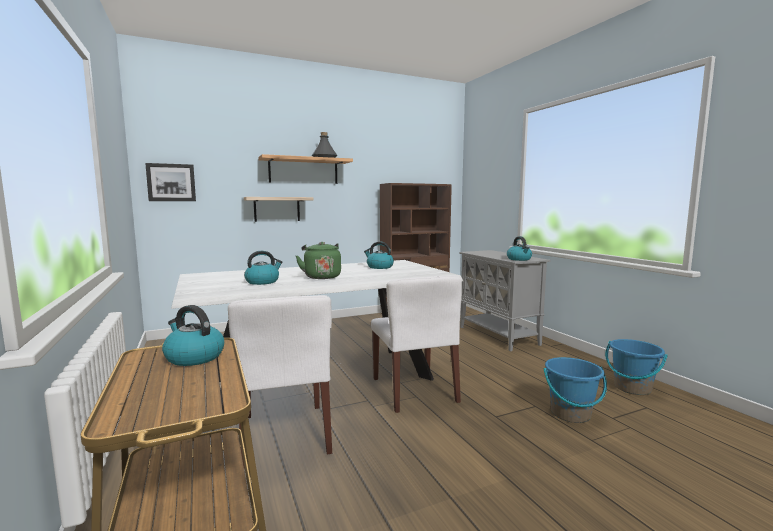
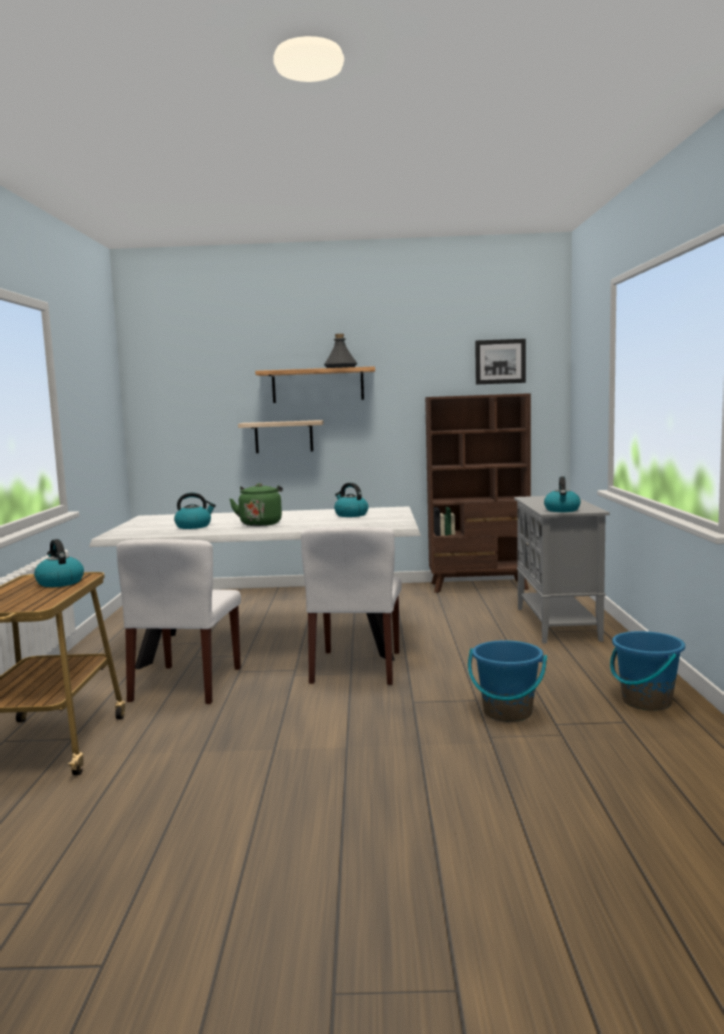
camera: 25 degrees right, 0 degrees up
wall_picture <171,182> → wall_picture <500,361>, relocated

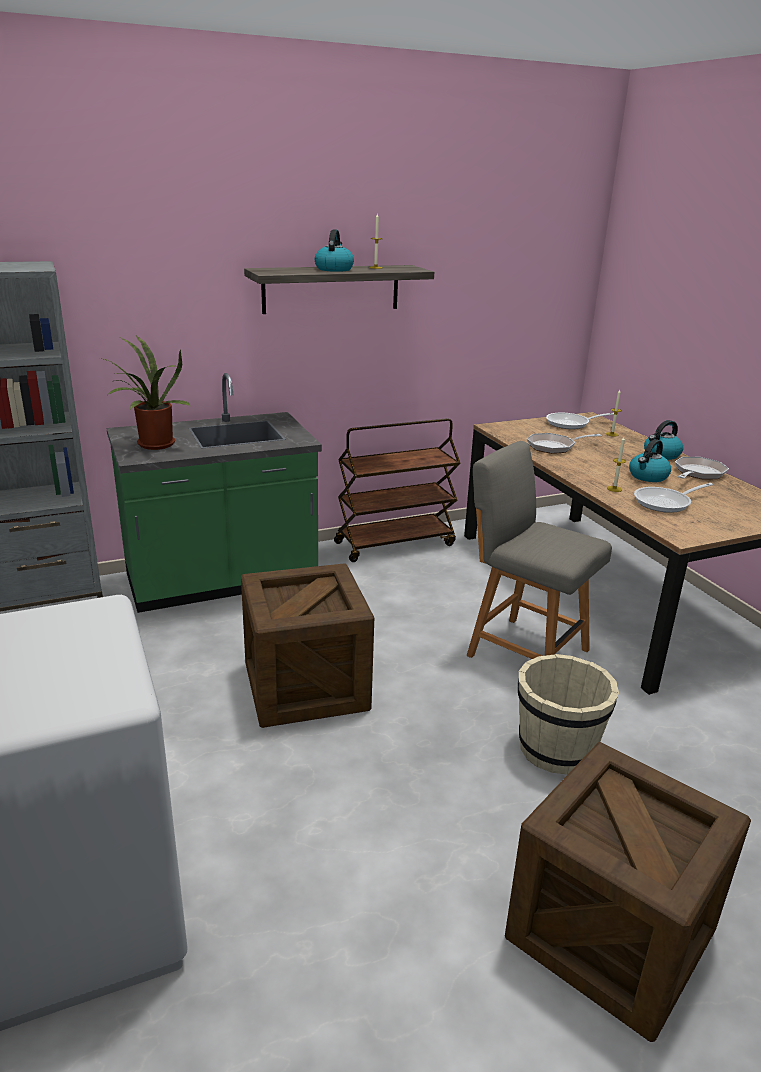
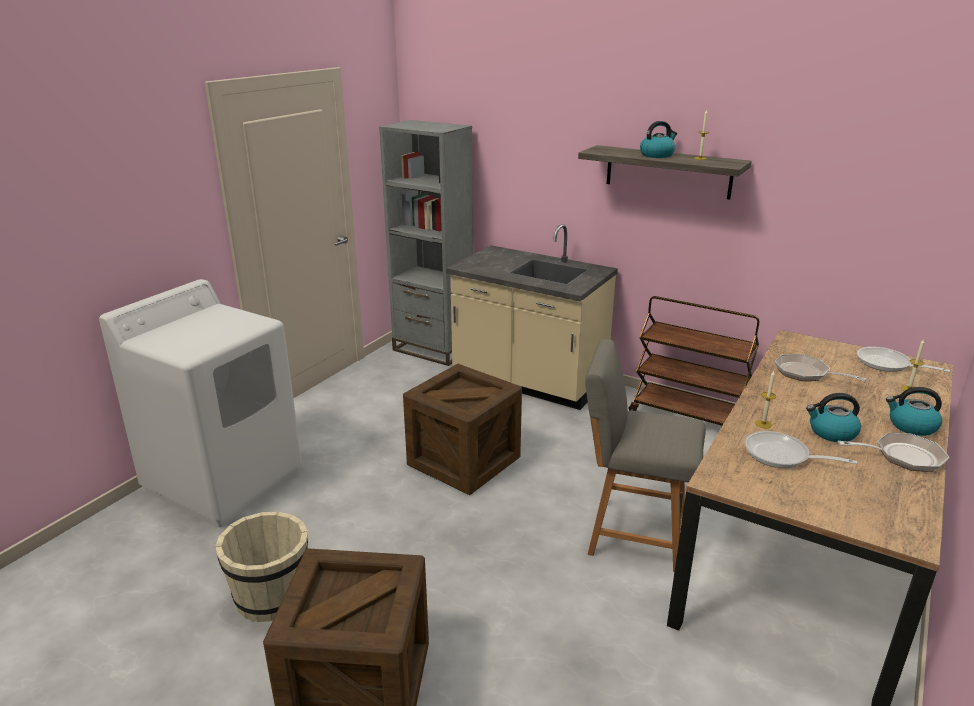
camera: 55 degrees right, 0 degrees up
plant_in_a_pot <152,445> → -
beige-coloured_bucket <556,749> → beige-coloured_bucket <272,597>, relocated
green-coloured_kitchen_counter <221,582> → beige-coloured_kitchen_counter <528,382>
gray_upright_chair <524,651> → gray_upright_chair <633,534>, 75 degrees counterclockwise

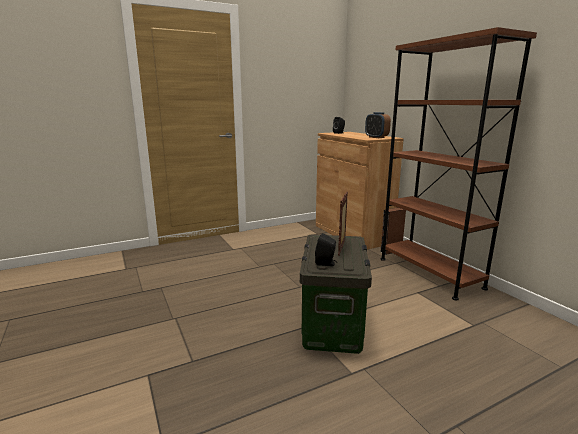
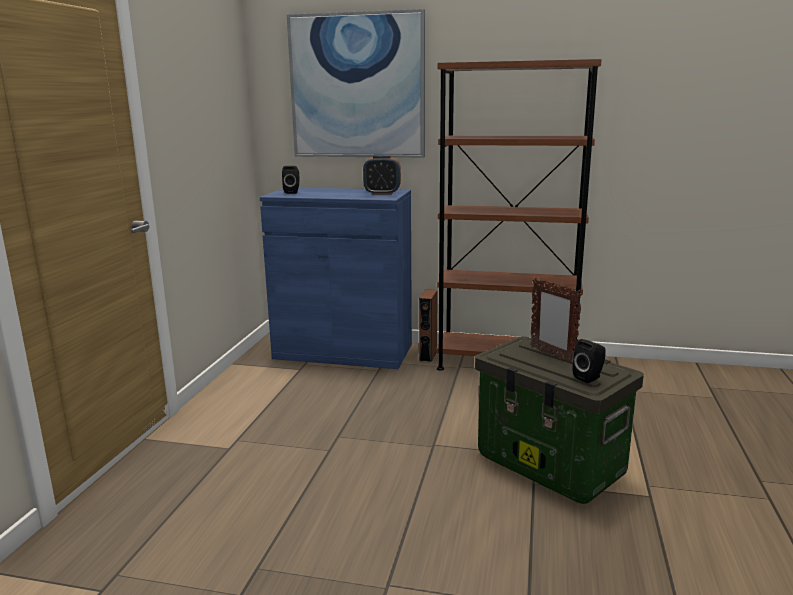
camera: 50 degrees left, 0 degrees up
- → wall_picture <357,86>
brownish_storage_cabinet <352,234> → blue_storage_cabinet <343,351>

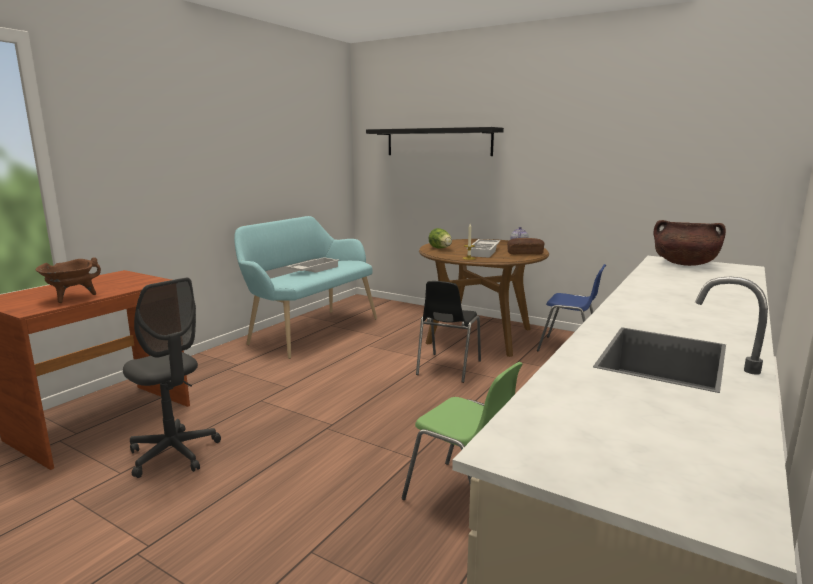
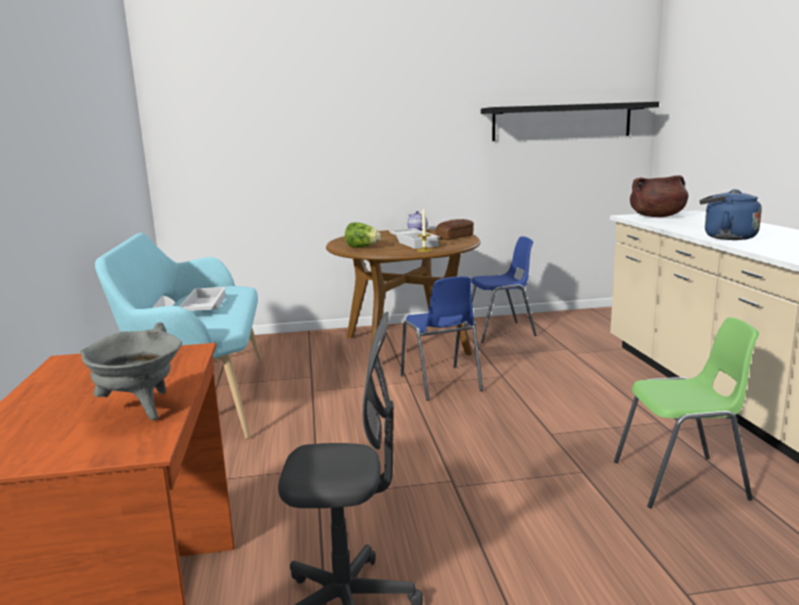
camera: 40 degrees left, 0 degrees up
- → blue_water_kettle <726,237>
black-coloured_shelf <438,142> → black-coloured_shelf <561,122>, relocated
brownish_cooking_pot <71,298> → gray_cooking_pot <140,409>
black-coloured_upright_chair <447,368> → blue_upright_chair <441,383>

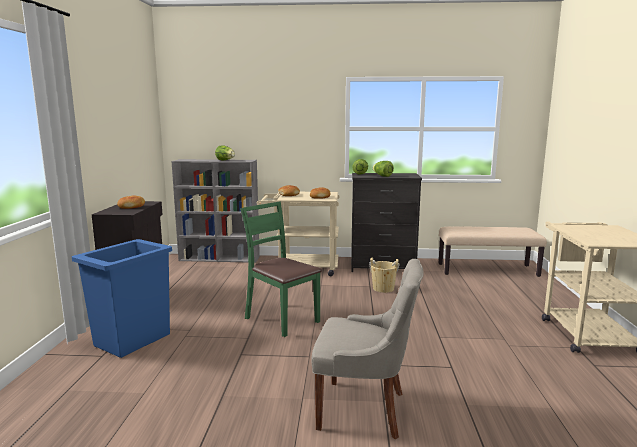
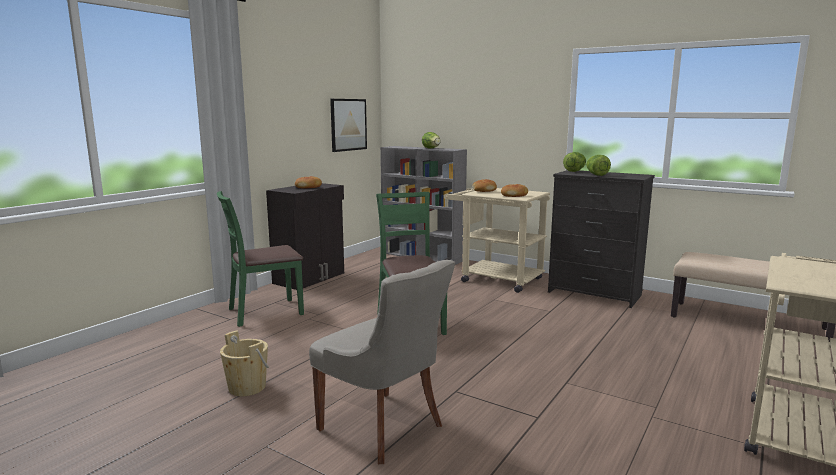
camera: 30 degrees right, 0 degrees up
- → wall_picture <348,124>
beige-coloured_bucket <383,288> → beige-coloured_bucket <247,387>, relocated
blue_waste_bin <131,340> → green-coloured_upright_chair <264,312>

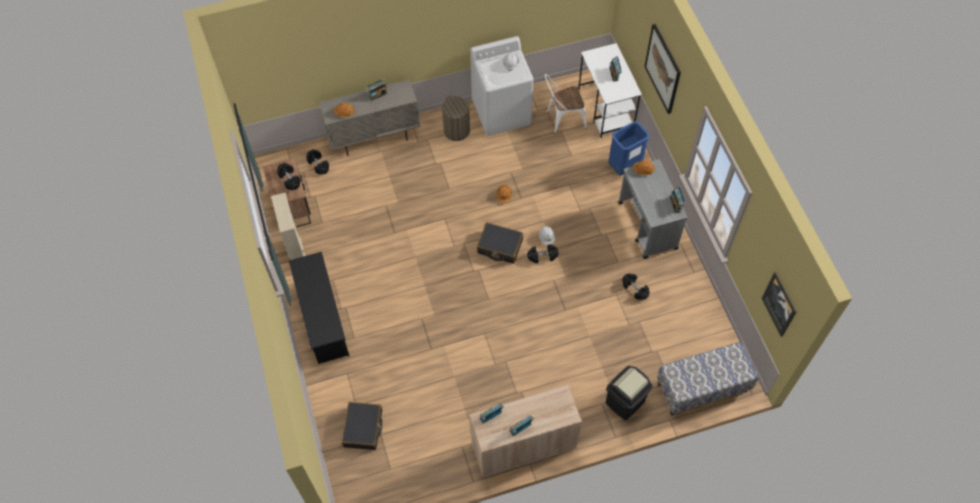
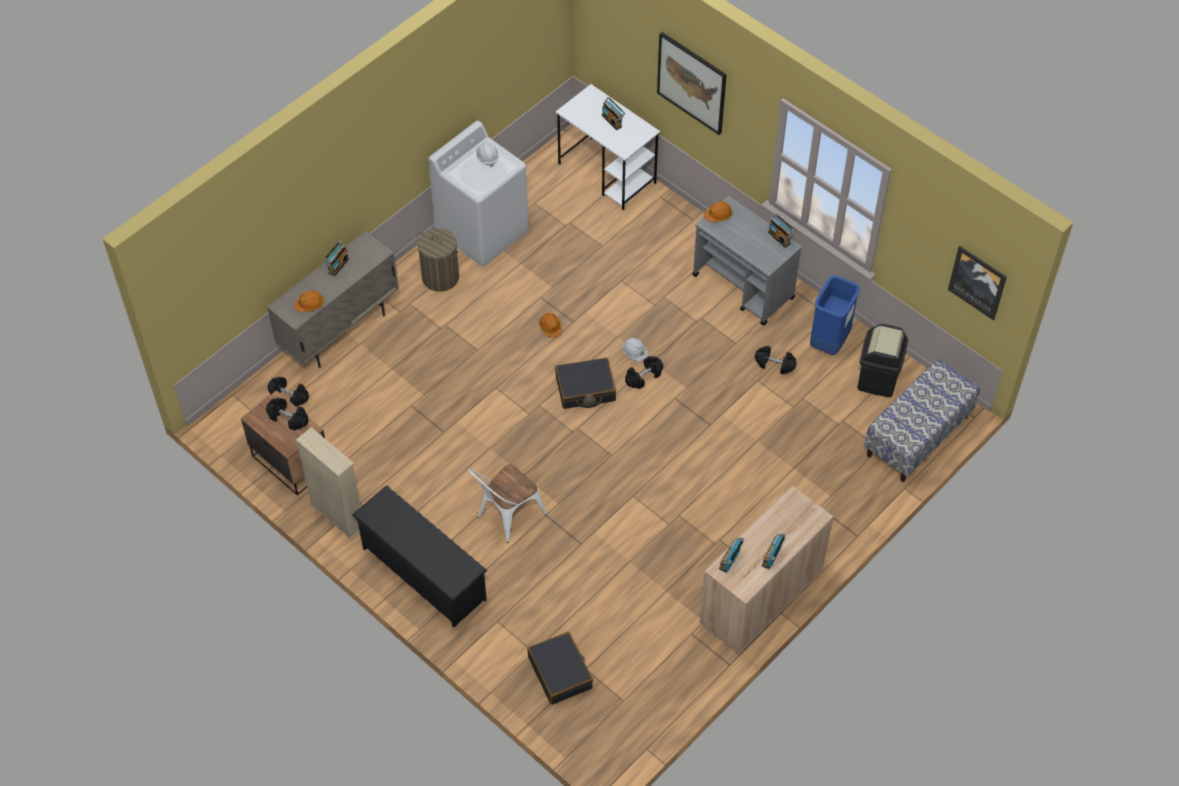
camera: 30 degrees left, 5 degrees down
white-coloured_upright_chair <562,119> → white-coloured_upright_chair <506,517>, relocated
black-coloured_waste_bin <625,402> → black-coloured_waste_bin <878,379>, relocated
blue_waste_bin <624,167> → blue_waste_bin <829,342>, relocated

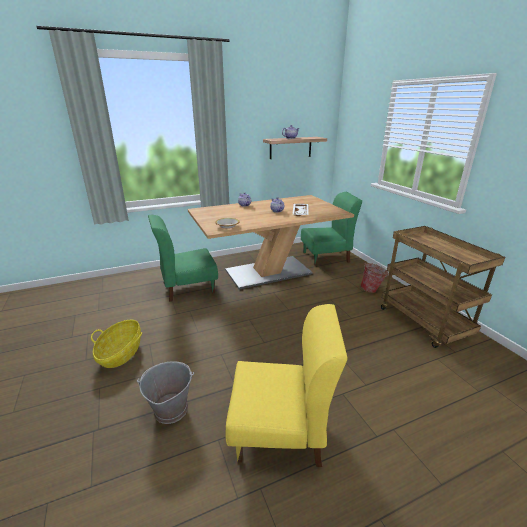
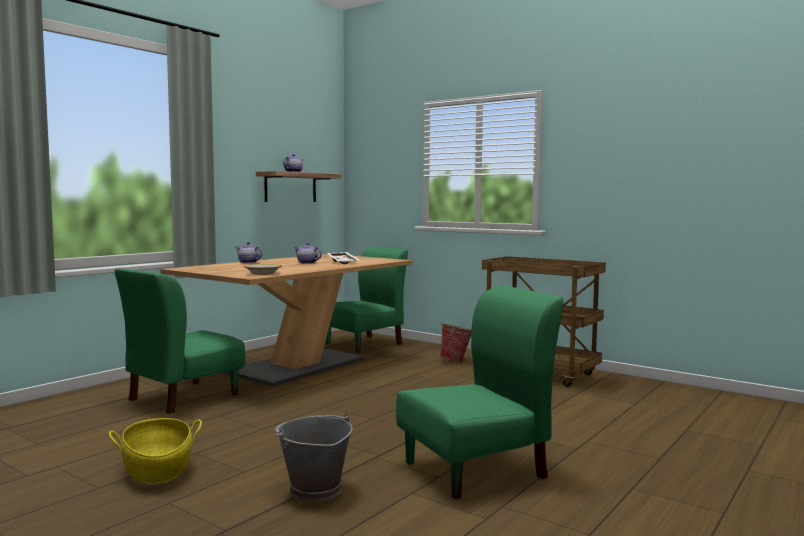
camera: 30 degrees left, 20 degrees down
yellowish_upright_chair <280,431> → green-coloured_upright_chair <476,470>

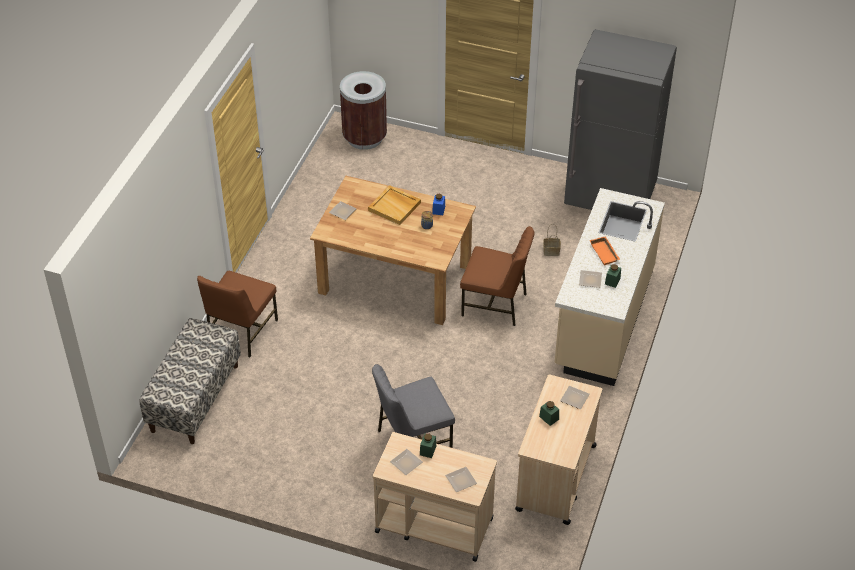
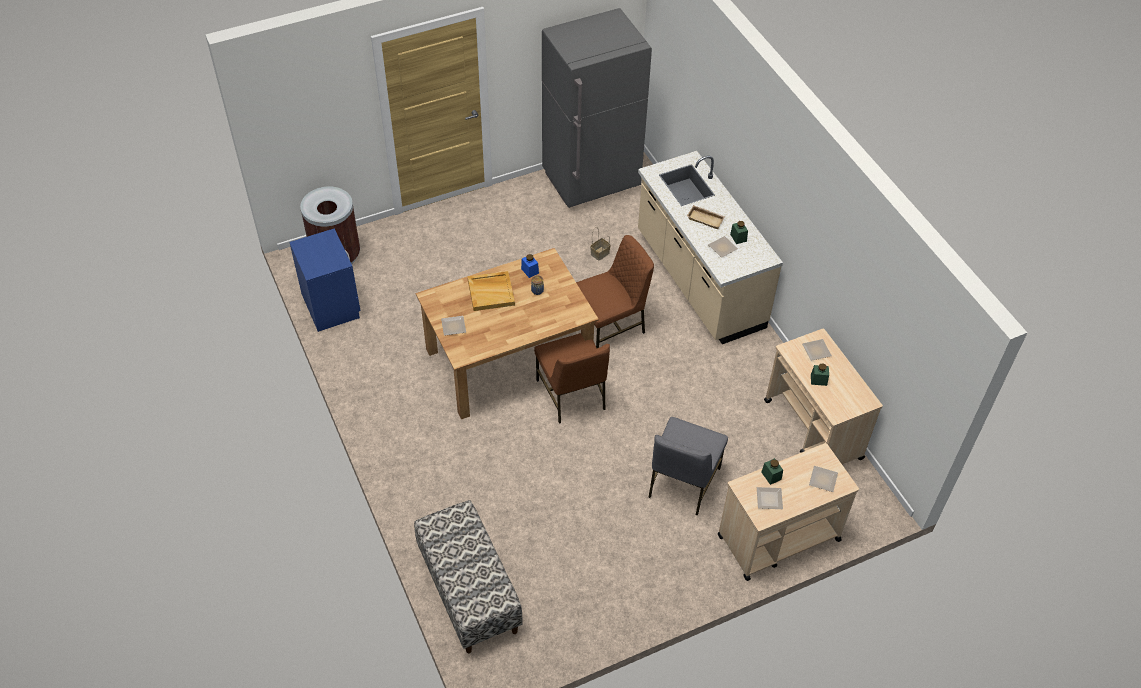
camera: 45 degrees left, 5 degrees up
- → blue_nightstand <332,305>
brownish_upright_chair <241,332> → brownish_upright_chair <572,395>, relocated
orange_tray <605,253> → beige-coloured_tray <706,219>

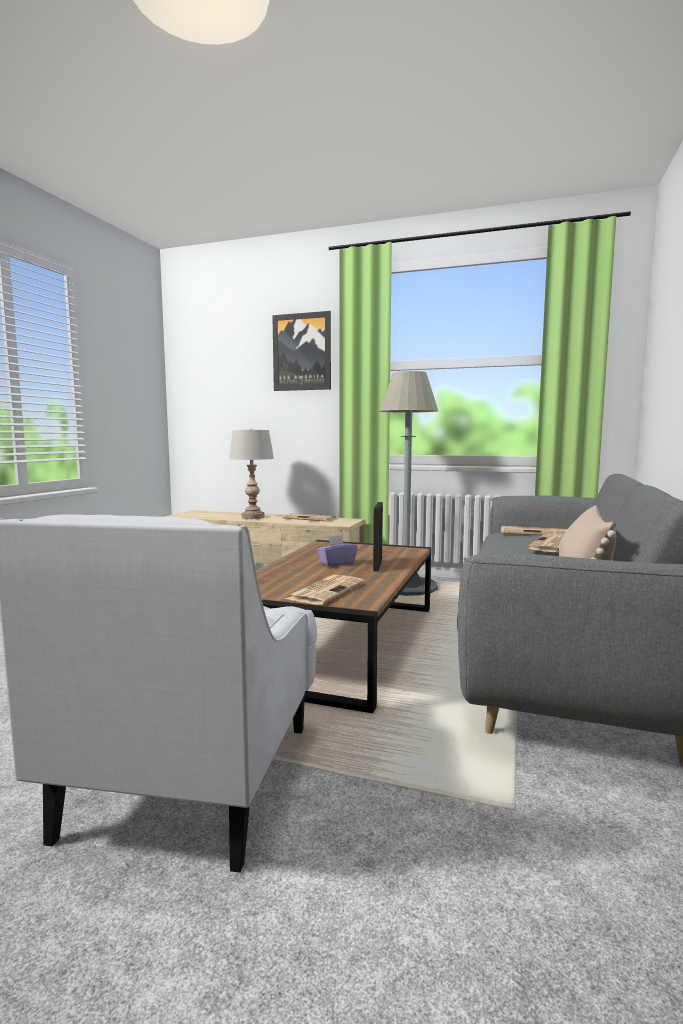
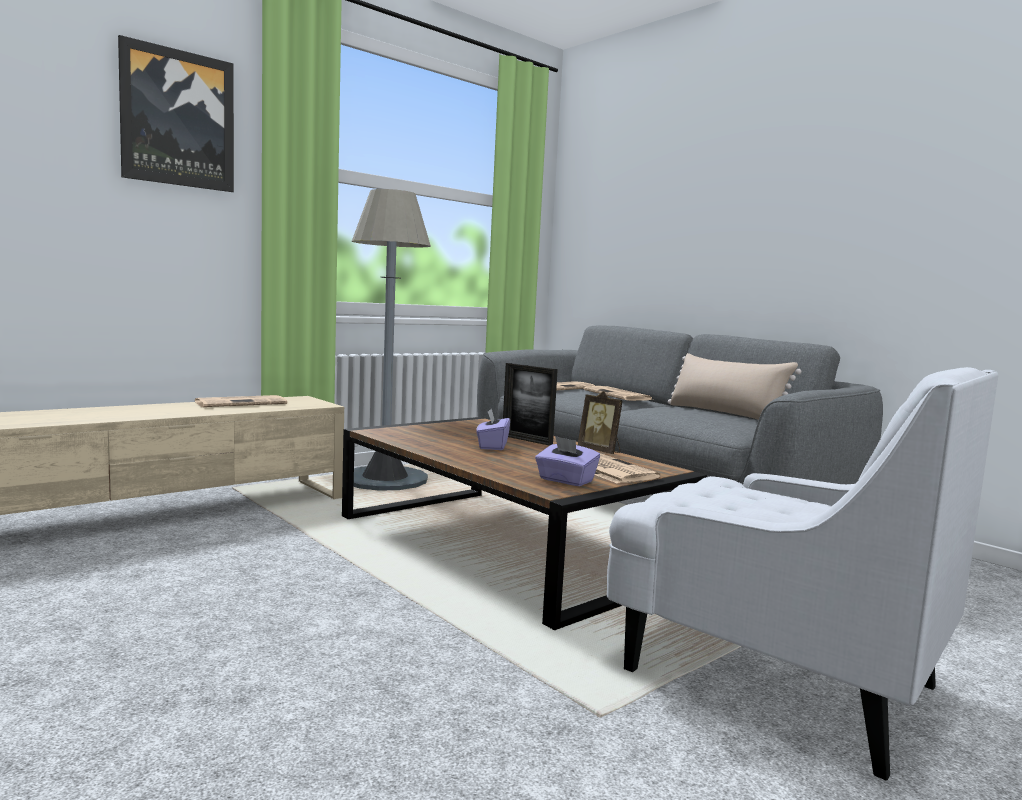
camera: 60 degrees left, 0 degrees up
gray_lamp_for_a_table <252,517> → -
- → purple-coloured_tissue_holder <565,480>
- → standing_frame <600,451>

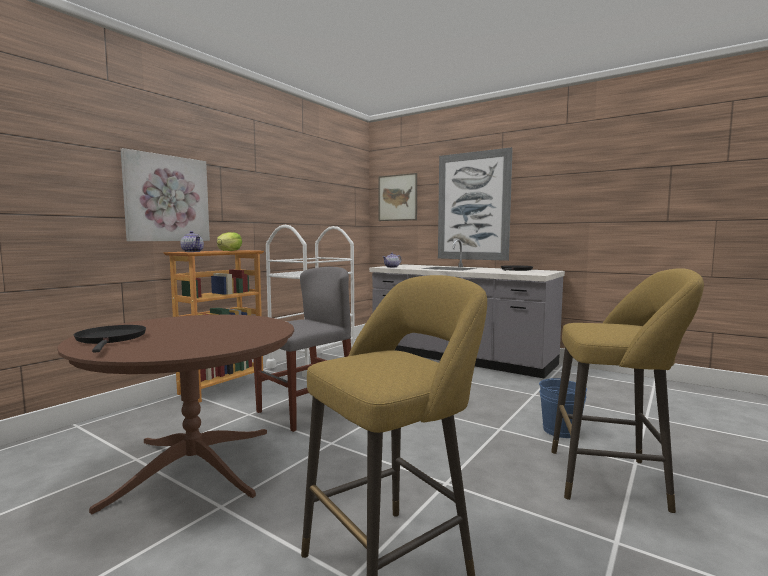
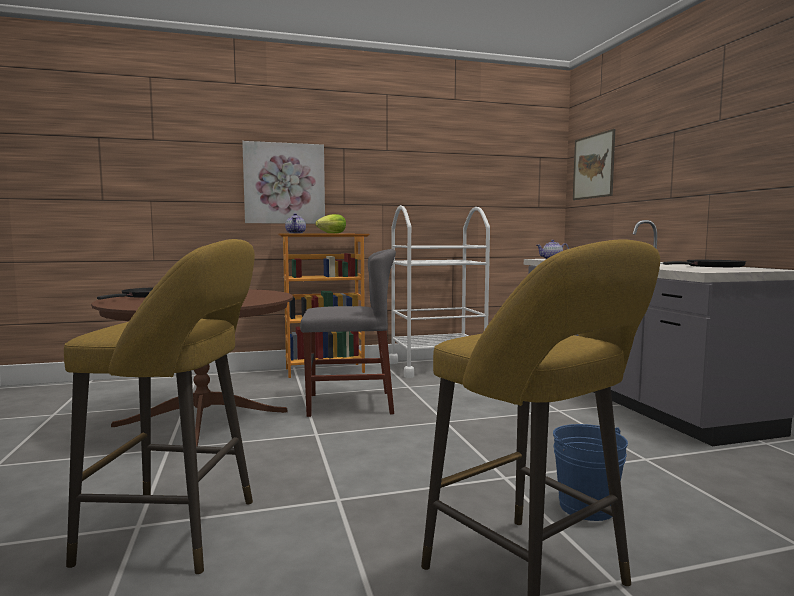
camera: 40 degrees right, 0 degrees up
wall_picture <473,206> → -

